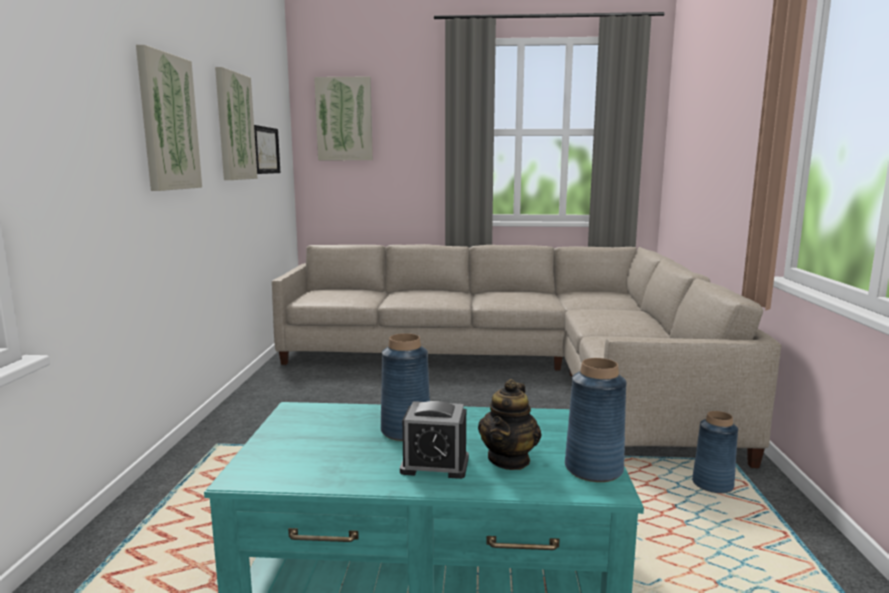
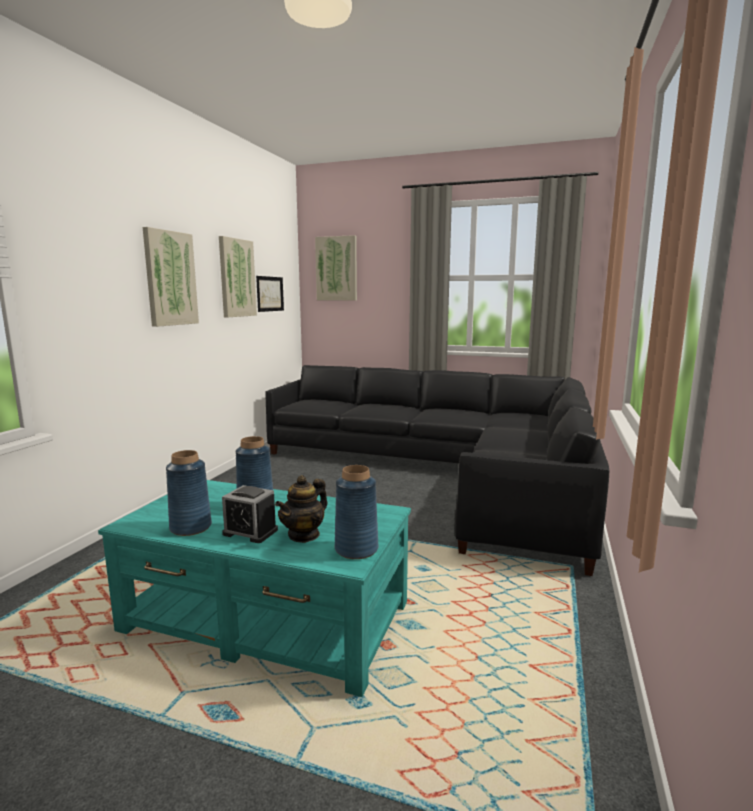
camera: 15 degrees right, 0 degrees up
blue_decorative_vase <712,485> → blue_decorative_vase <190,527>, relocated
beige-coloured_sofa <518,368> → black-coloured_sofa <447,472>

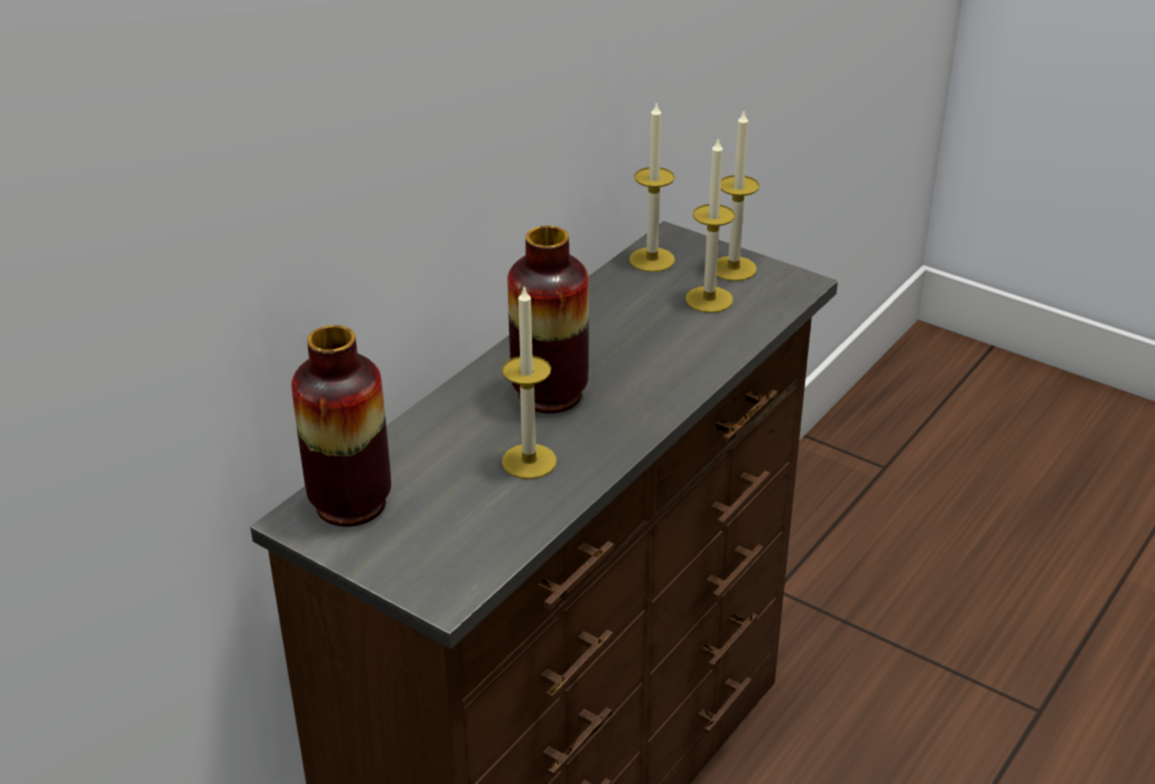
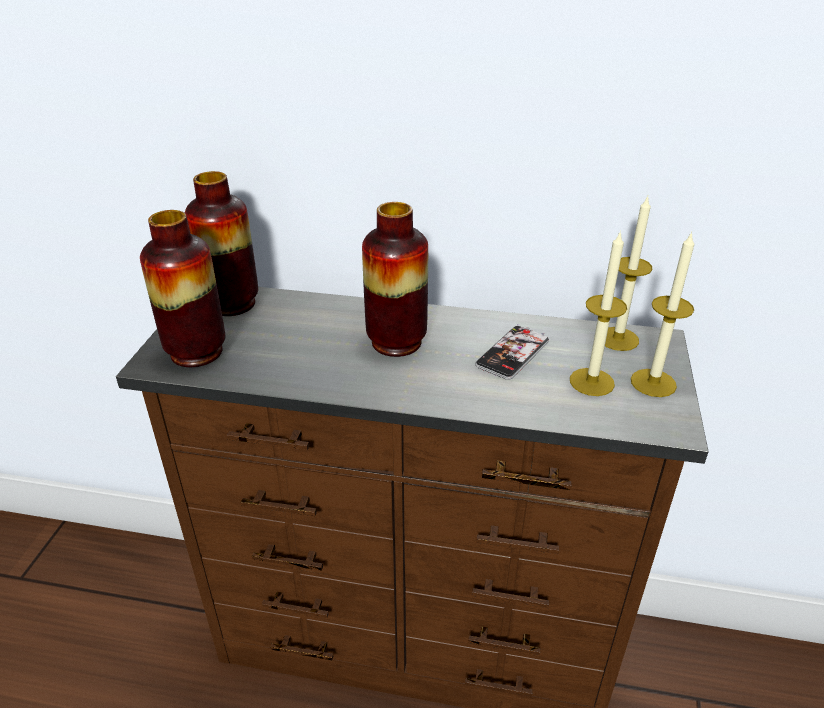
camera: 65 degrees right, 0 degrees up
wax_light <529,461> → -
- → decorative_vase <196,352>
- → phone <512,353>

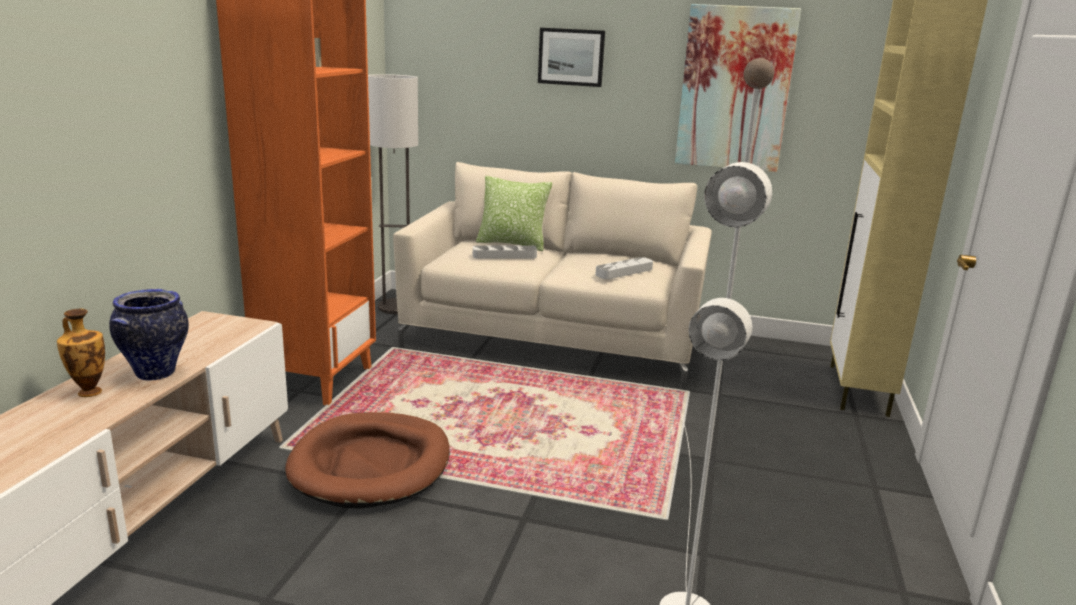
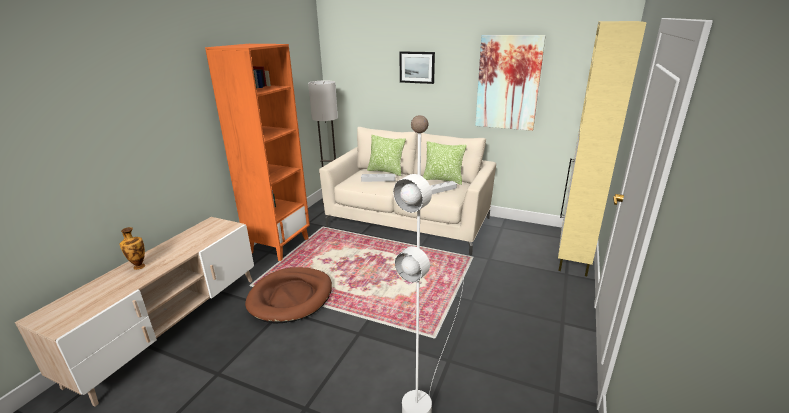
camera: 10 degrees right, 5 degrees up
decorative_vase <156,373> → -
- → pillow <443,180>

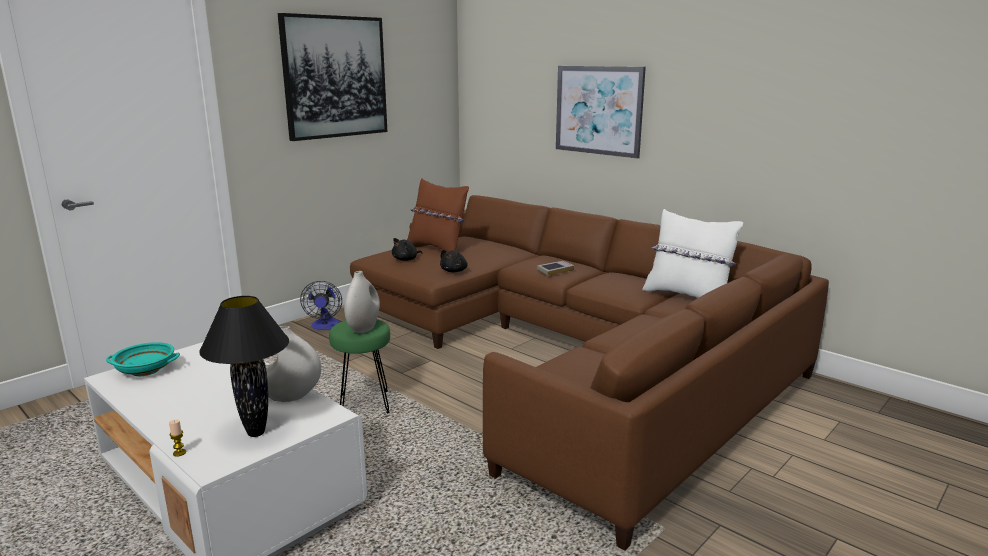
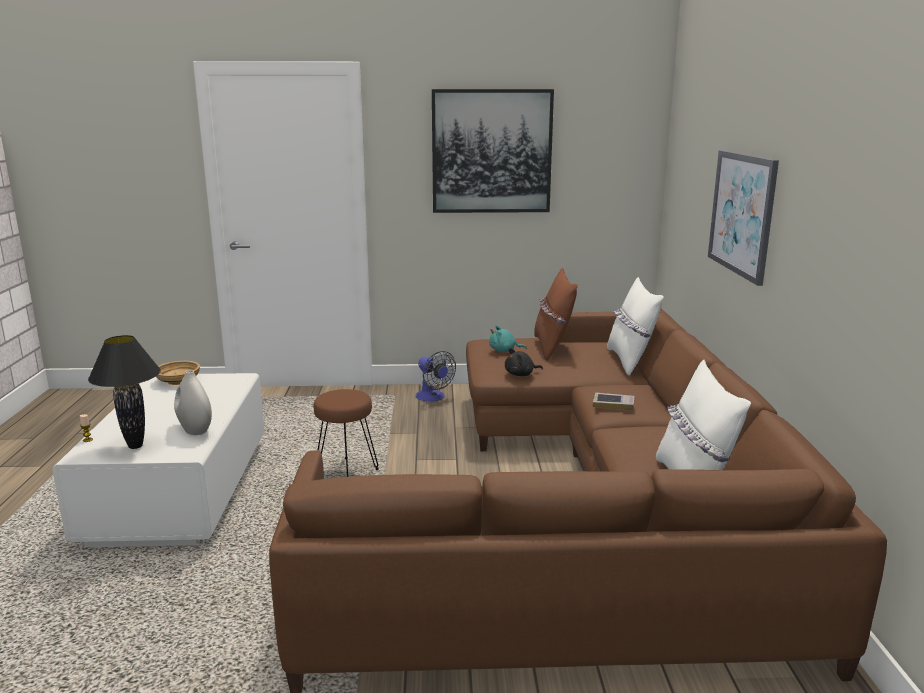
camera: 45 degrees right, 0 degrees up
white-coloured_decorative_vase <363,328> → -
- → white-coloured_pillow <630,361>
turquoise-coloured_bowl <145,370> → beige-coloured_bowl <178,381>
green-coloured_stool <364,405> → brownish_stool <346,473>
black-coloured_cuddly_toy <406,259> → turquoise-coloured_cuddly_toy <504,351>
fan <325,326> → fan <433,397>, 75 degrees counterclockwise

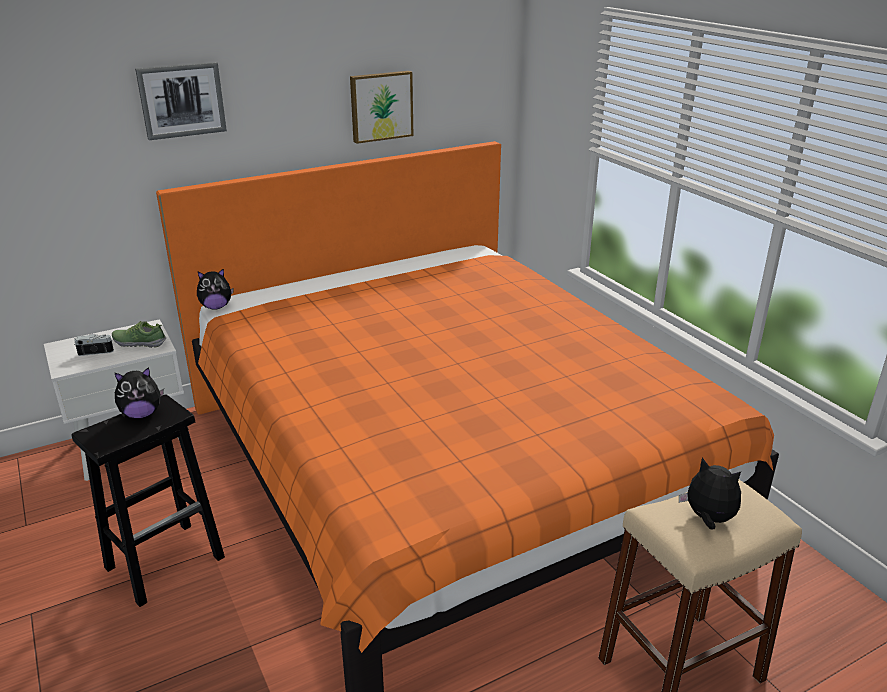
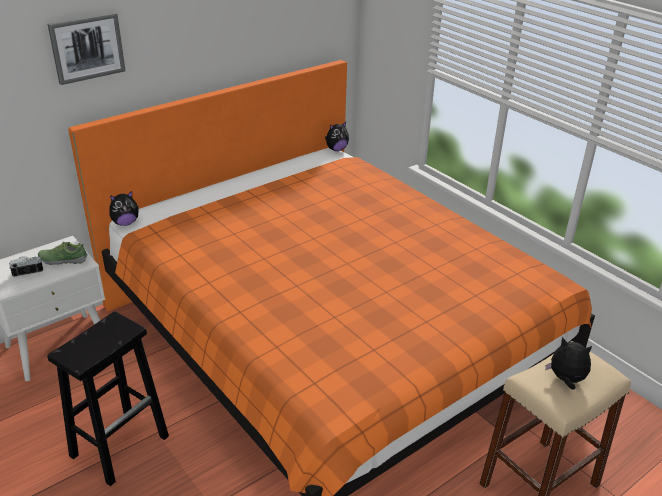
camera: 10 degrees left, 5 degrees up
wall_picture <381,106> → -
cuddly_toy <142,414> → cuddly_toy <336,149>, relocated

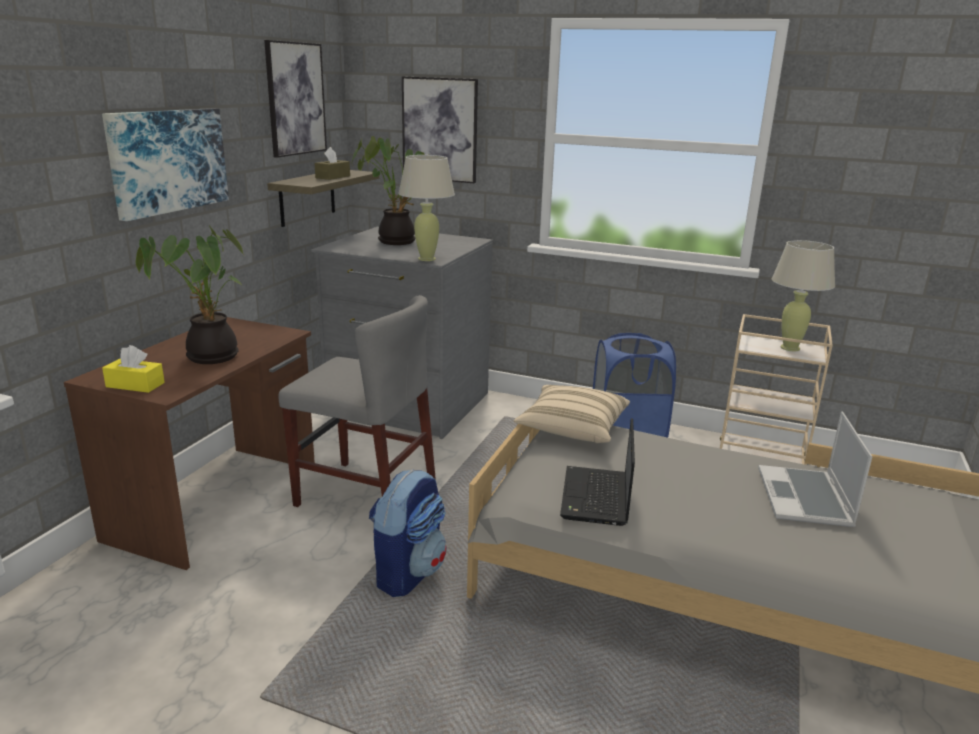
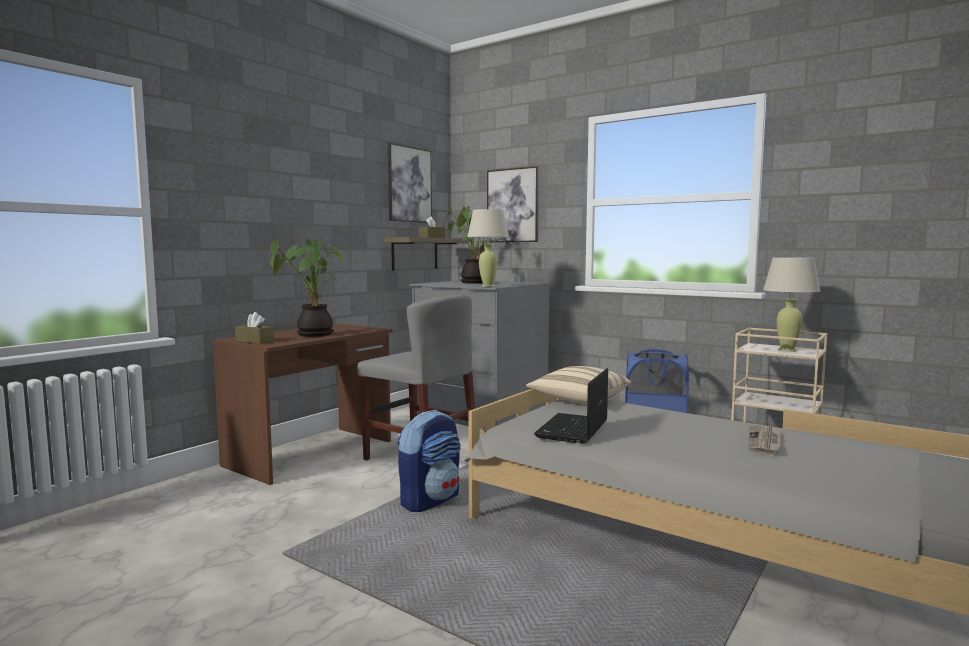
camera: 15 degrees right, 15 degrees down
wall_picture <167,161> → -
laptop <805,499> → printed_paper <765,442>
yellowish_tissue_holder <135,385> → brownish_tissue_holder <254,341>

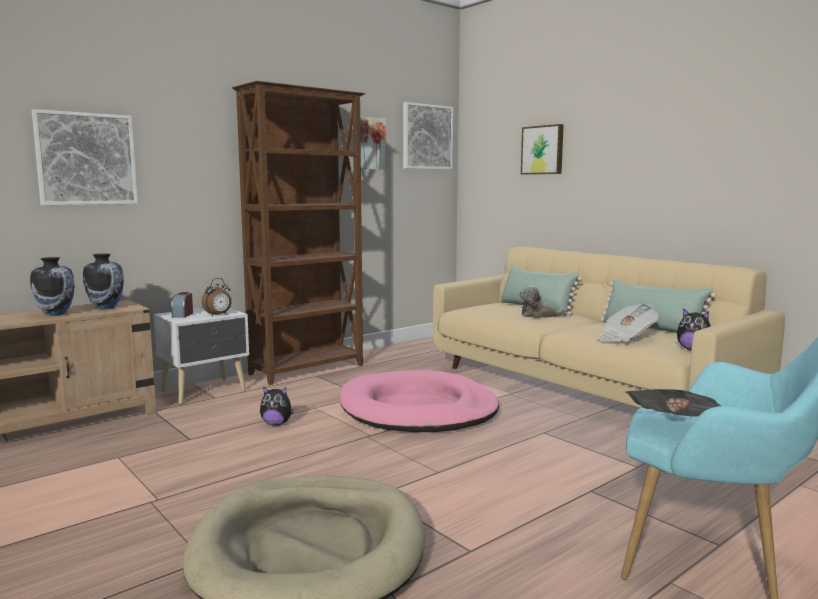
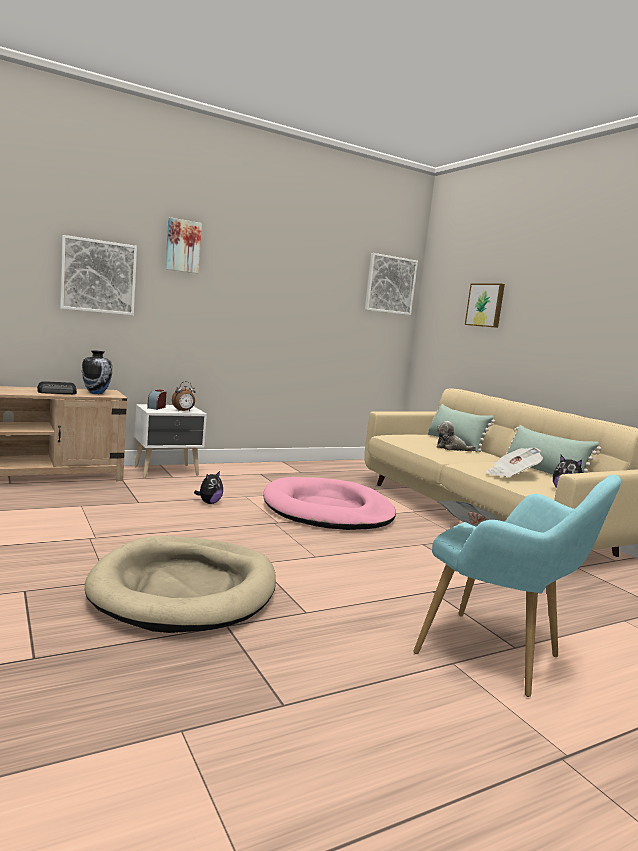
camera: 10 degrees right, 0 degrees up
brownish_bookcase <308,370> → -
wall_picture <369,143> → wall_picture <183,246>, relocated
decorative_vase <56,314> → radio <57,392>
cuddly_toy <277,424> → cuddly_toy <209,503>, 75 degrees counterclockwise

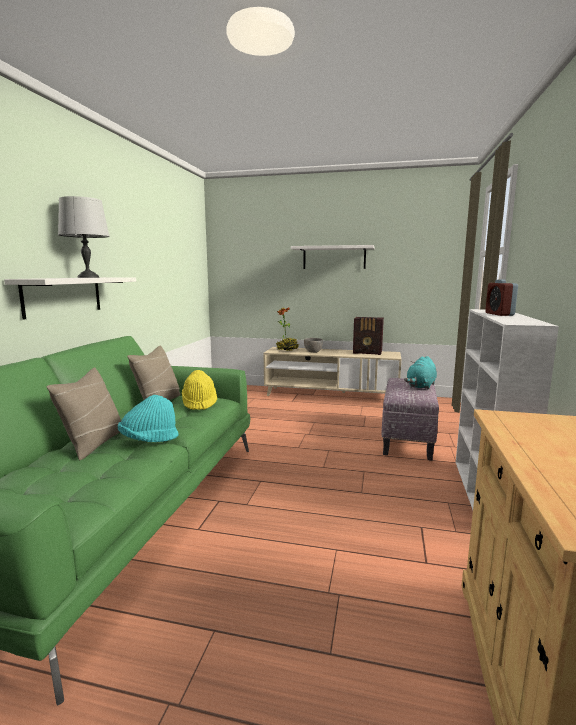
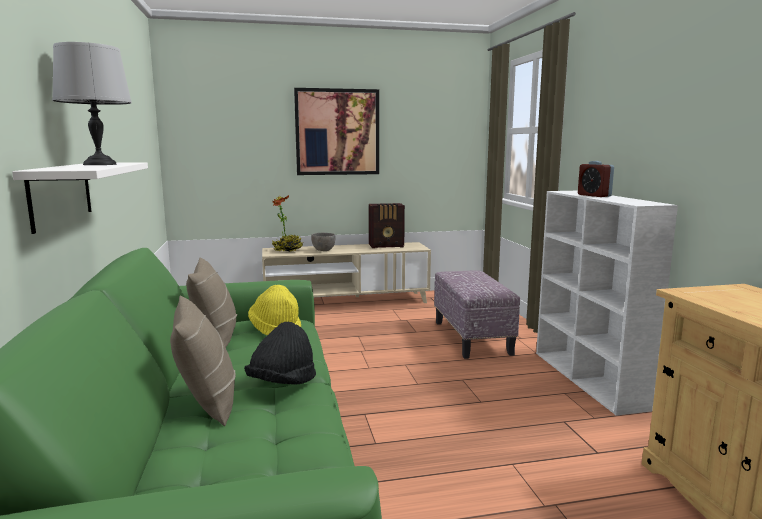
camera: 25 degrees left, 0 degrees up
turquoise-coloured_cuddly_toy <421,386> → -
white-coloured_shelf <334,257> → wall_picture <337,132>
turquoise-coloured_clothing_hat <149,440> → black-coloured_clothing_hat <282,383>

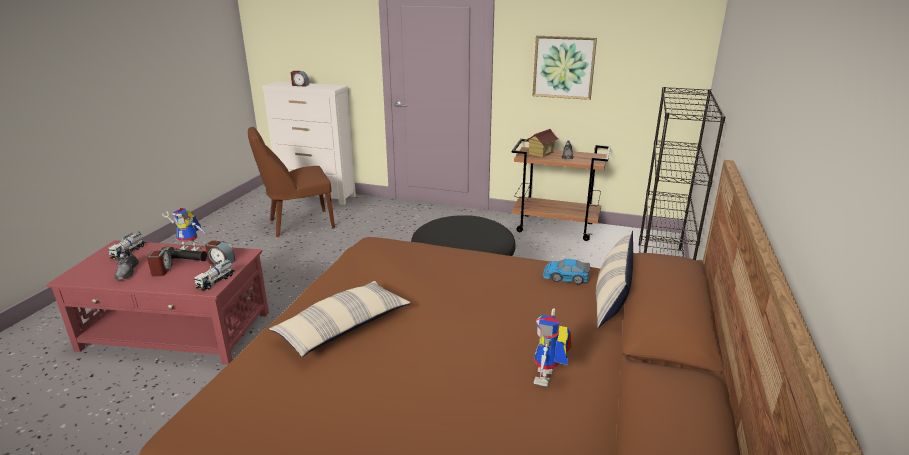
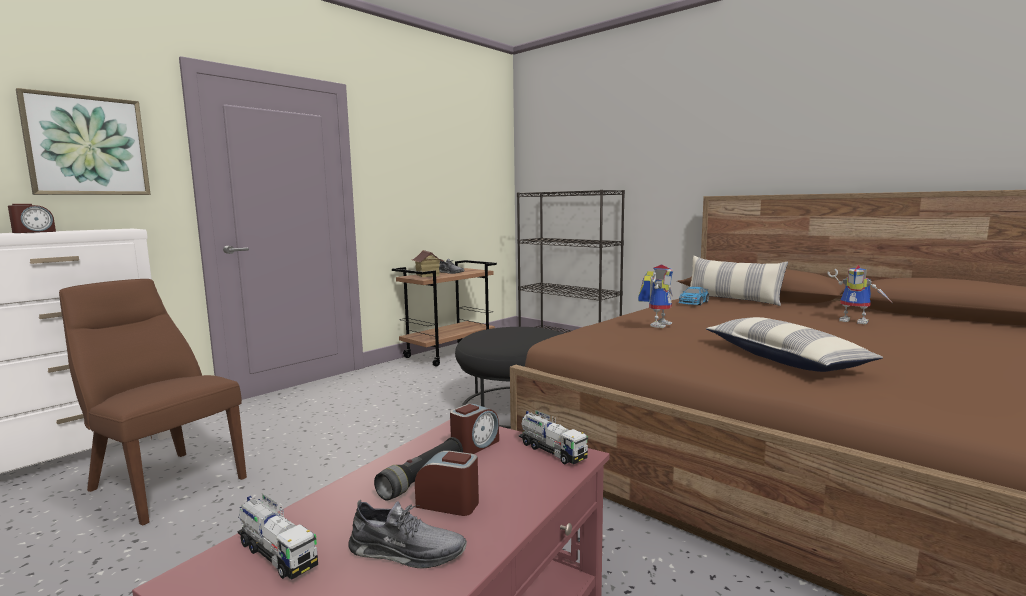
camera: 65 degrees left, 15 degrees down
model_robot <192,249> → model_robot <657,324>, relocated
wall_picture <563,67> → wall_picture <87,146>, relocated
brownish_upright_chair <298,224> → brownish_upright_chair <163,482>, 120 degrees clockwise

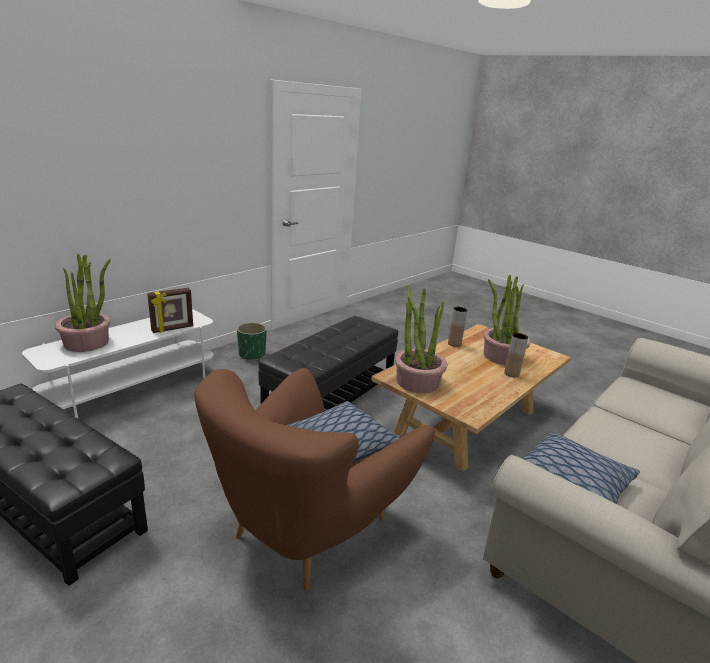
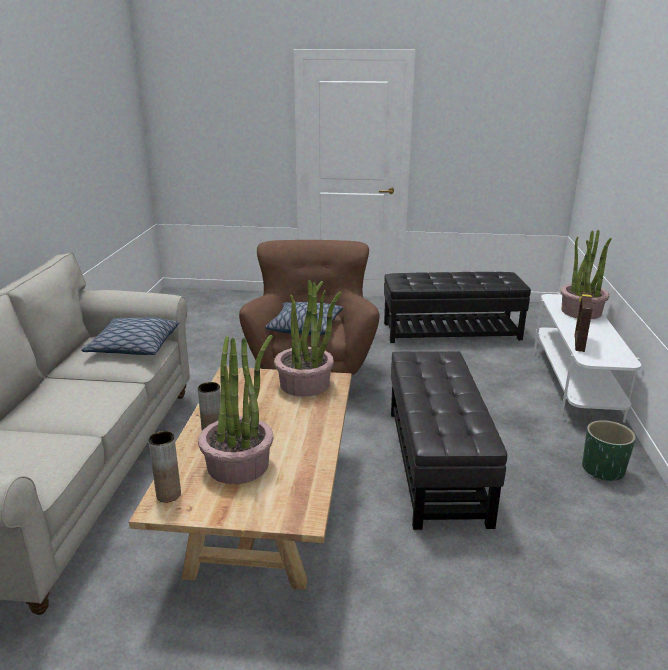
camera: 145 degrees right, 0 degrees up
brownish_decorative_vase <454,344> → brownish_decorative_vase <168,495>, relocated

